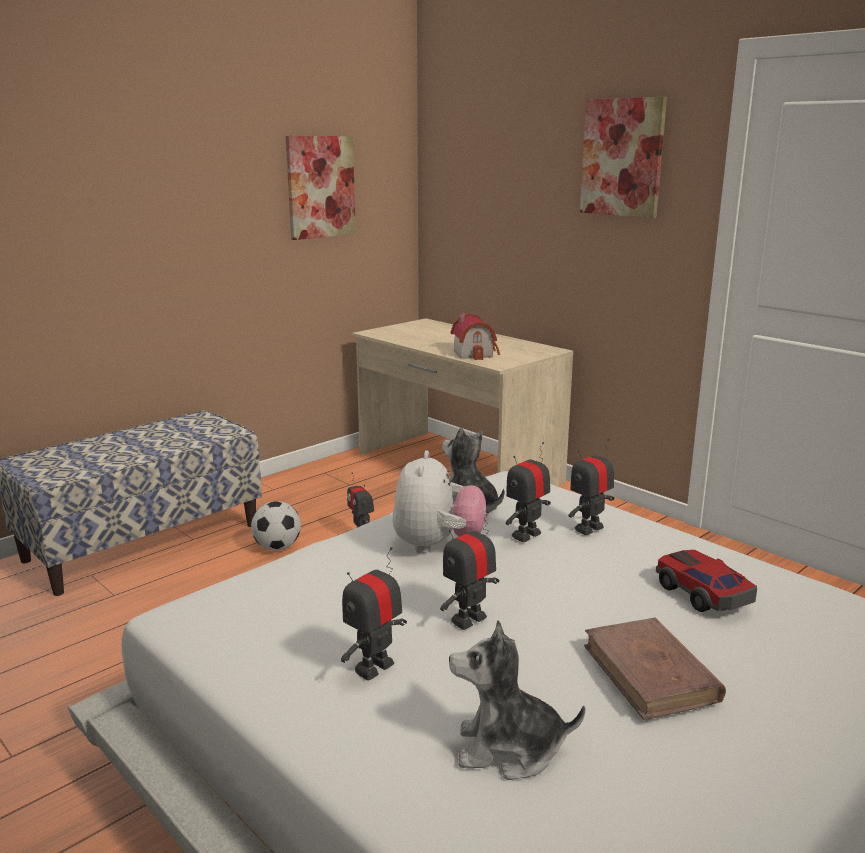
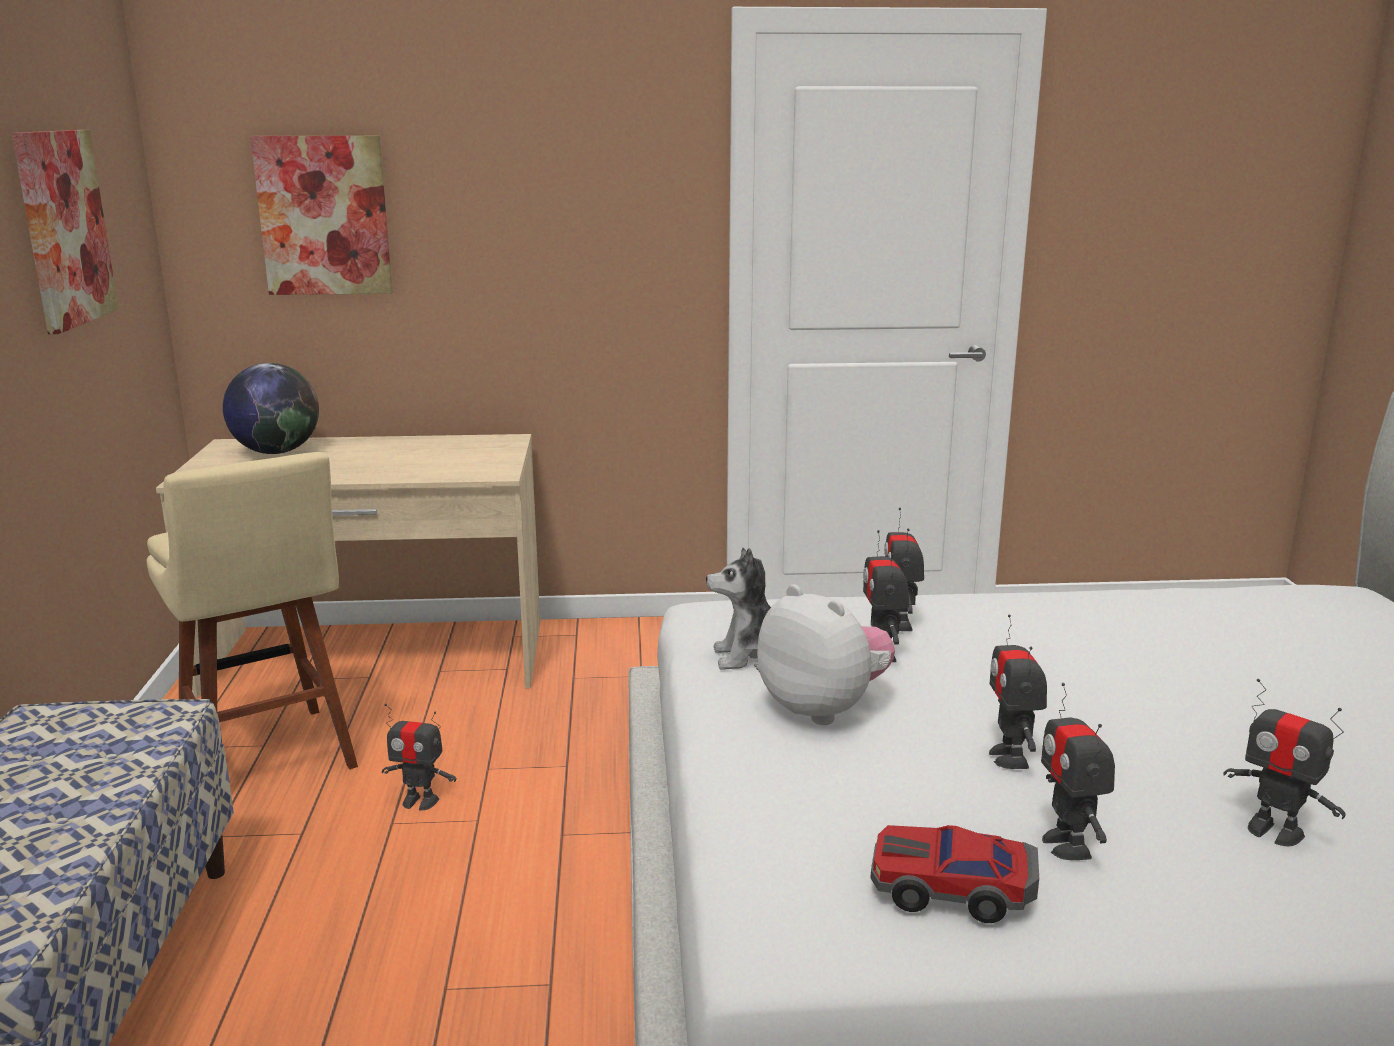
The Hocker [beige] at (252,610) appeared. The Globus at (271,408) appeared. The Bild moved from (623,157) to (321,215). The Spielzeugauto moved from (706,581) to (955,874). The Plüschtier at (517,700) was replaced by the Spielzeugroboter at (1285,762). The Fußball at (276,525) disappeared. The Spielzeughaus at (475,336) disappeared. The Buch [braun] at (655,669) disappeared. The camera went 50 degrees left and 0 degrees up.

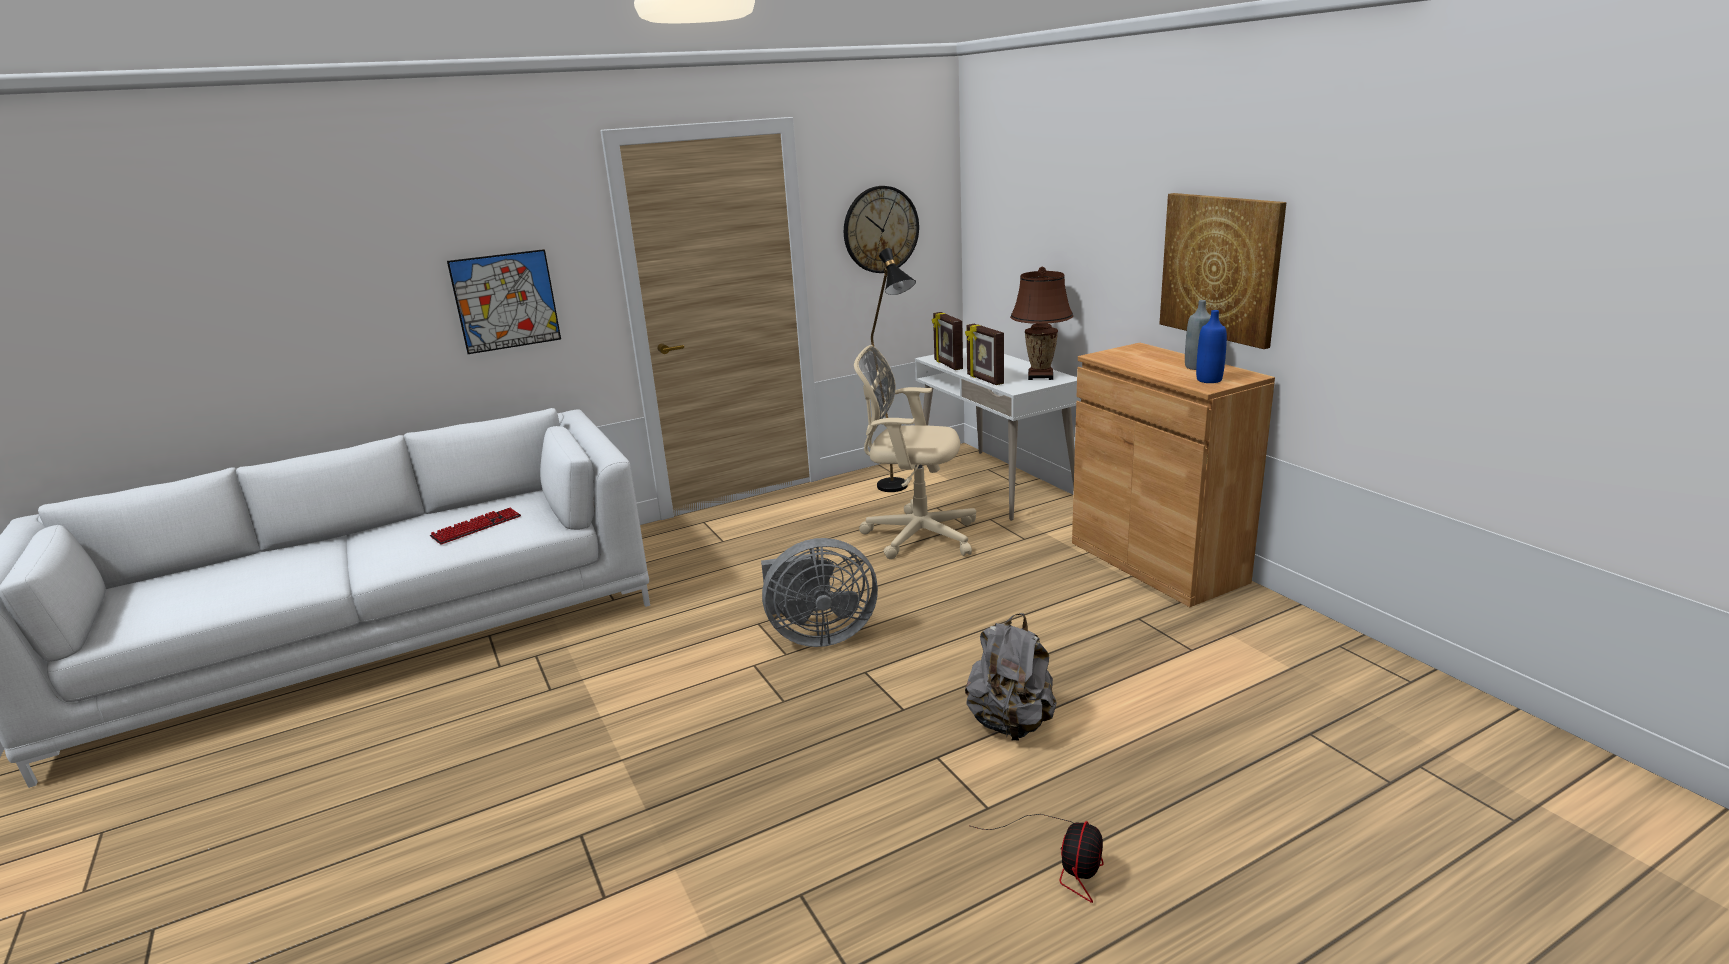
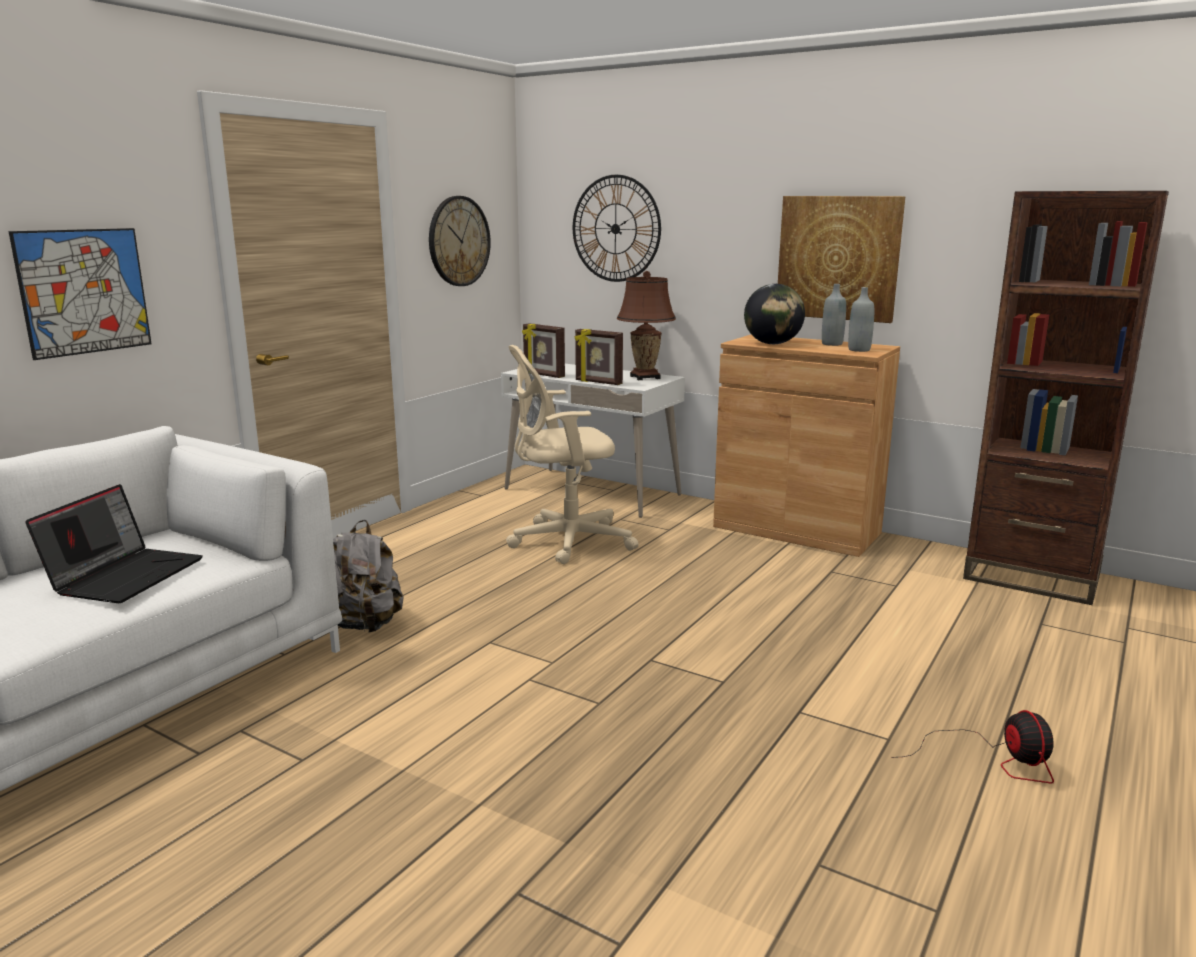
The Tastatur at (475,526) was replaced by the Laptop at (114,543). The Rucksack [grau] moved from (1010,677) to (368,576). The Wanduhr at (617,228) appeared. The Globus at (774,314) appeared. The Flasche [blau] at (1211,346) became the Flasche [grau] at (861,319). The Bücherregal [braun] at (1066,398) appeared. The Ventilator [grau] at (819,592) disappeared. The Stehlampe [schwarz] at (893,370) disappeared. The camera went 30 degrees left and 5 degrees down.

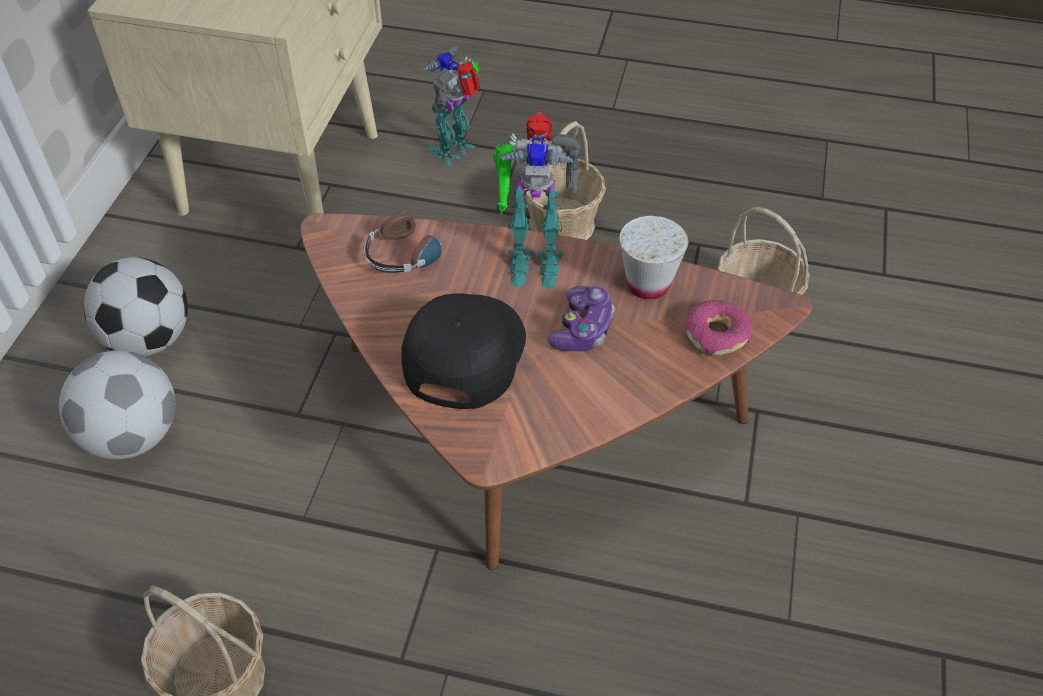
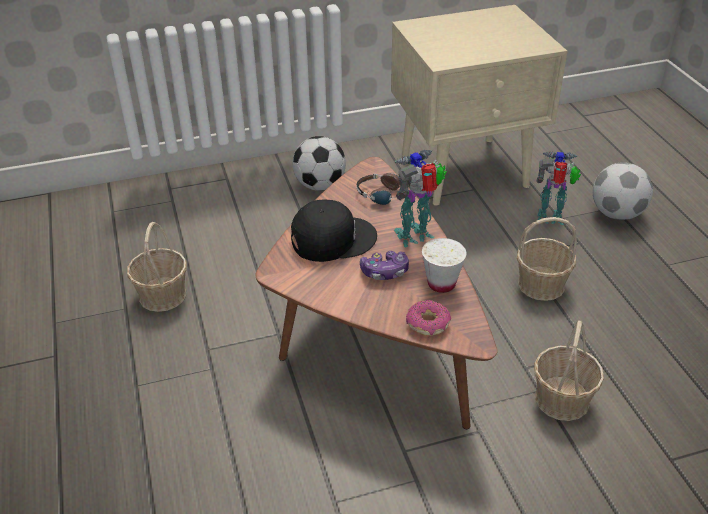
The Spielzeugroboter at (537,199) turned 90 degrees clockwise. The Fußball moved from (117,404) to (623,191). The camera went 60 degrees right and 10 degrees down.

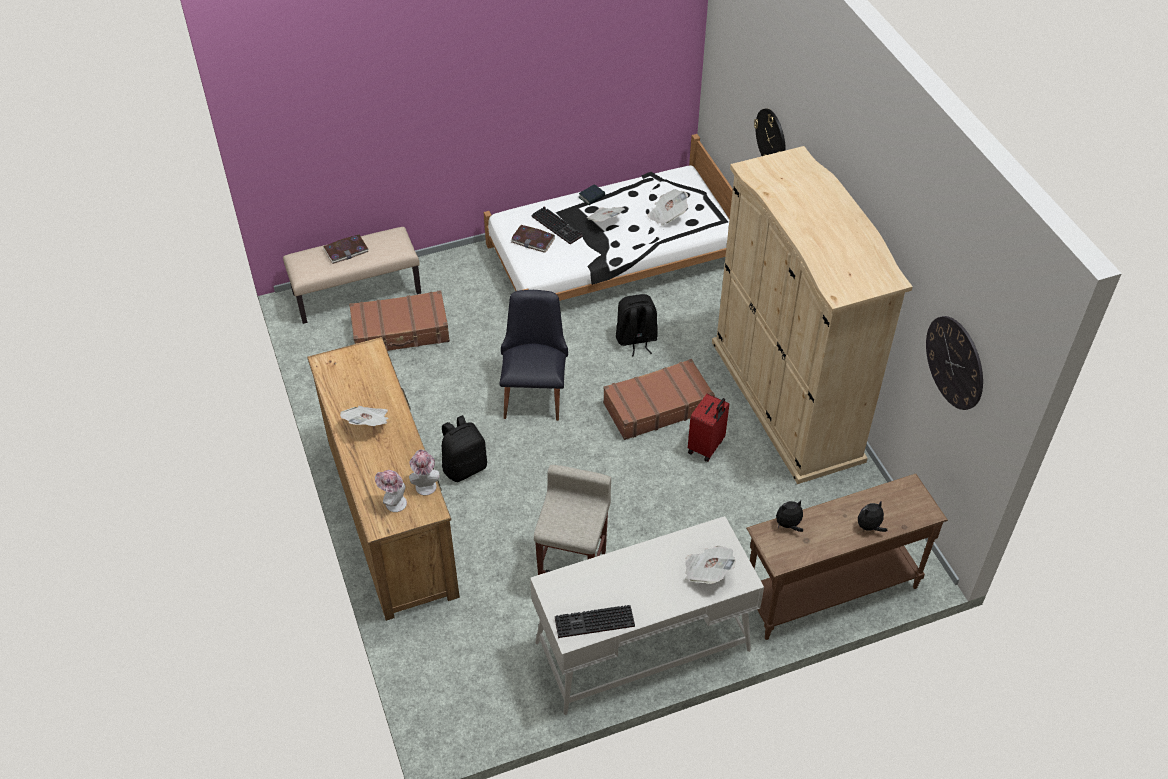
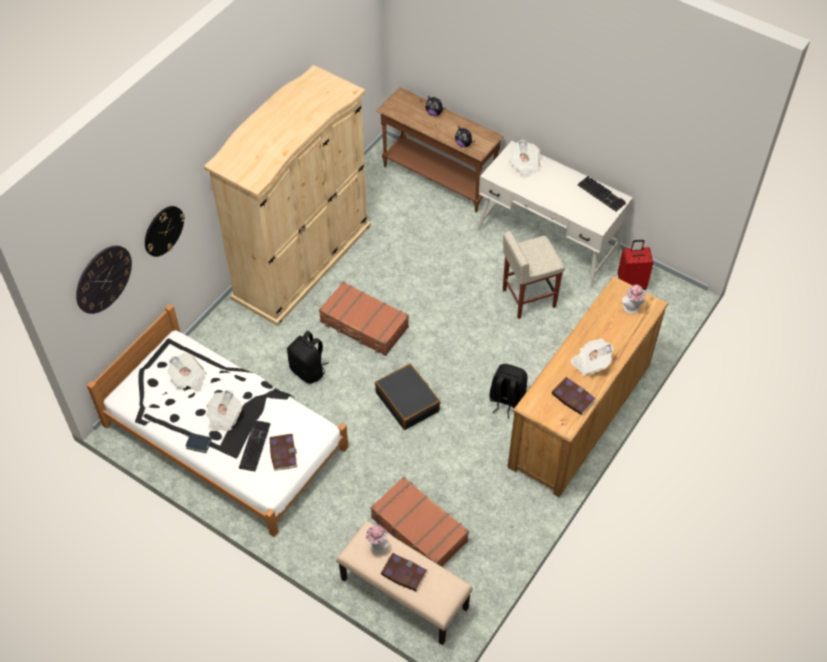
The Wanduhr moved from (954,363) to (104,280). The Hut moved from (424,472) to (377,539). The Stuhl [schwarz] at (533,355) was replaced by the Koffer [schwarz] at (408,397). The Buch at (573,396) appeared. The Koffer [rot] moved from (708,428) to (635,265). The camera went 125 degrees left and 5 degrees up.

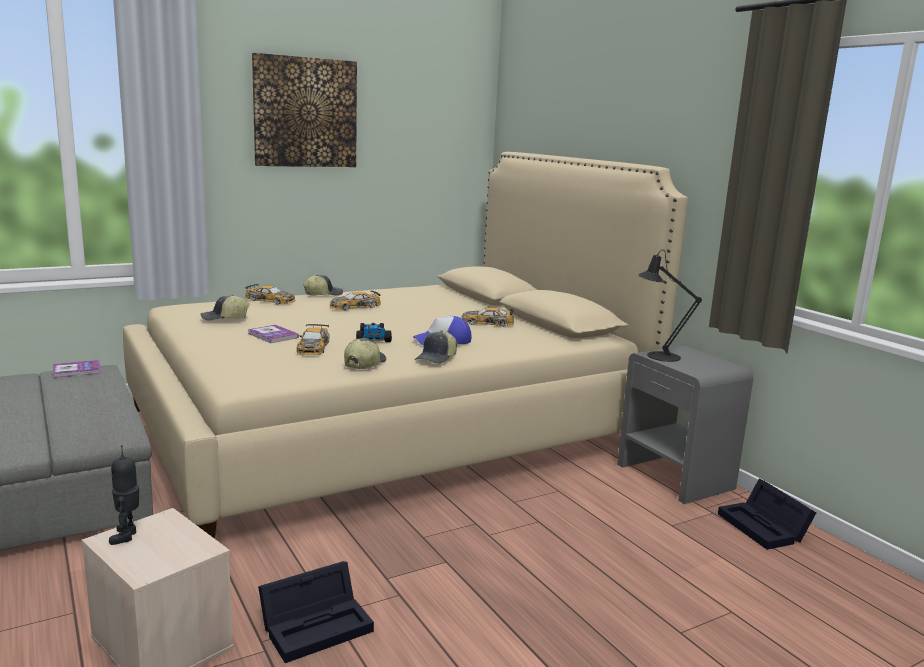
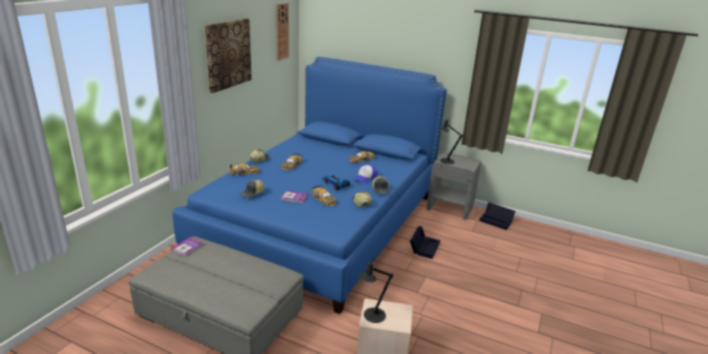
The Bett [beige] at (405,345) became the Bett [blau] at (309,185). The Wanduhr at (282,32) appeared. The Spielzeugroboter at (124,495) was replaced by the Tischlampe [schwarz] at (375,290). The Aufbewahrungsbox [schwarz] moved from (316,612) to (425,242). The camera went 35 degrees left and 10 degrees up.

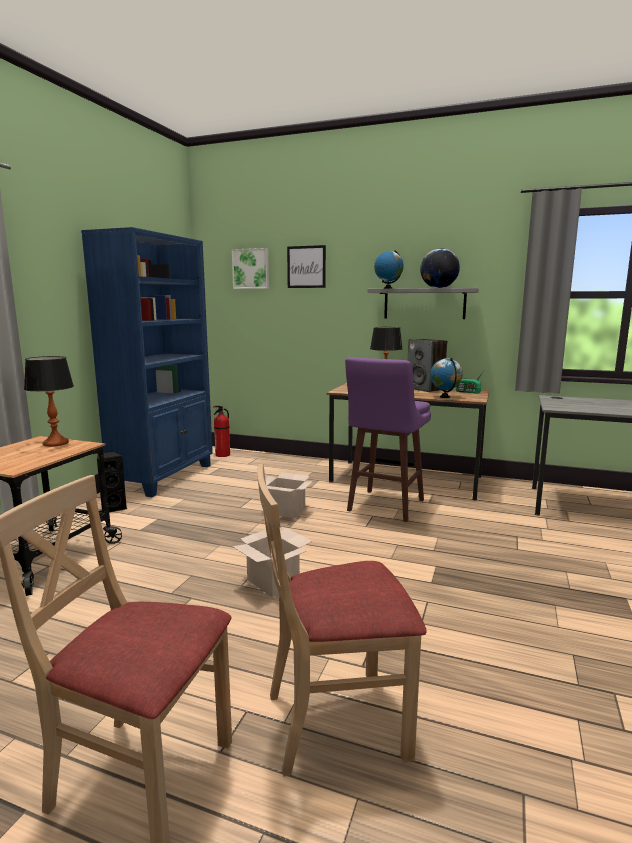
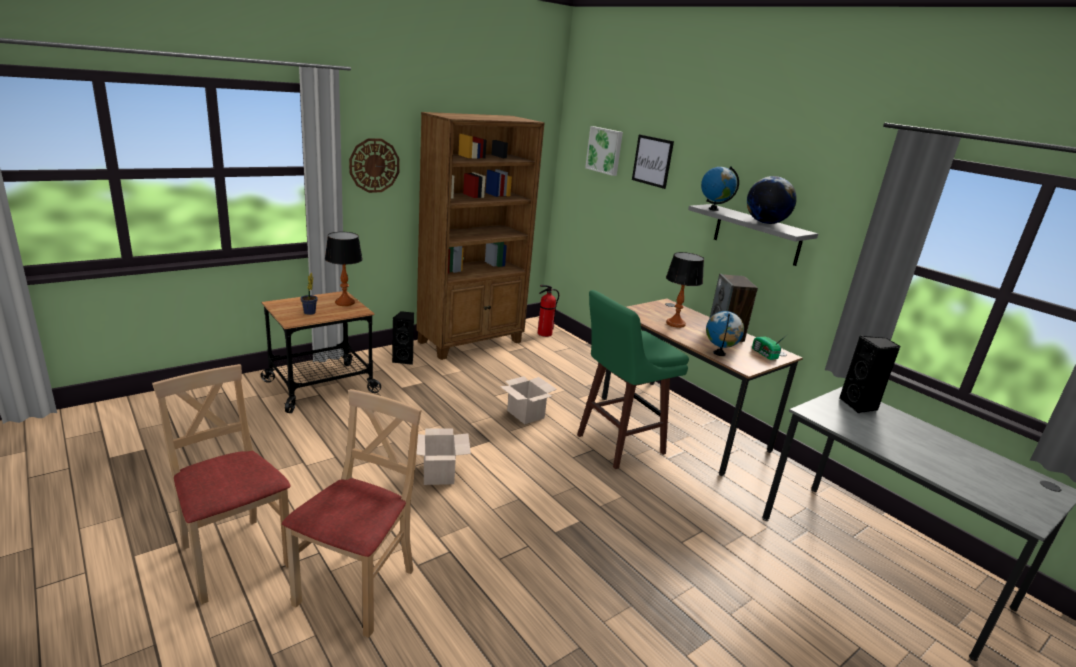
The Stuhl [beige] at (342,620) turned 90 degrees clockwise. The Topfpflanze at (309,293) appeared. The Wanduhr at (374,165) appeared. The Bücherregal [blau] at (147,362) became the Bücherregal [braun] at (480,236). The Hocker [lila] at (388,439) became the Hocker [grün] at (633,379). The Lautsprecher [schwarz] at (869,374) appeared. The camera went 30 degrees right and 10 degrees up.

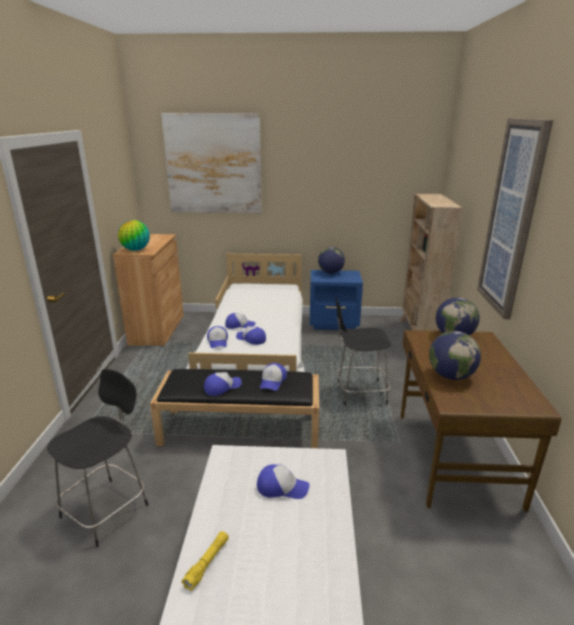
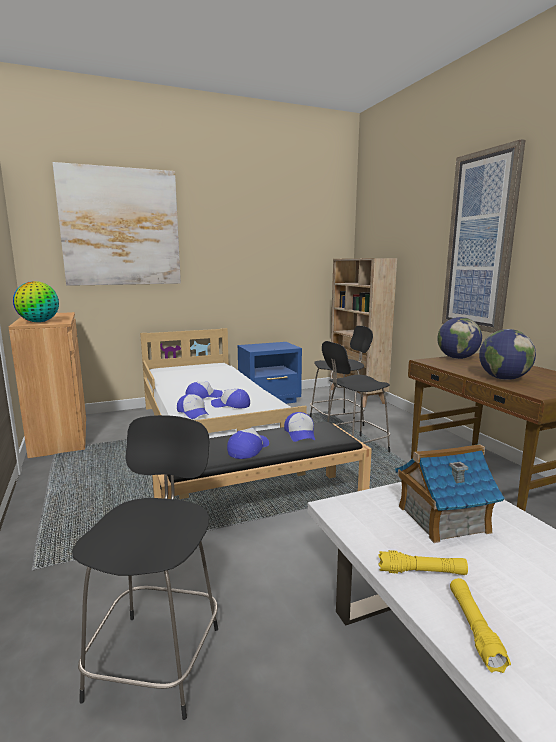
The Hocker [schwarz] at (341,376) appeared. The Taschenlampe [gelb] at (423,562) appeared. The Kappe at (283,481) was replaced by the Spielzeughaus at (450,493). The Globus at (331,260) disappeared. The camera went 25 degrees left and 10 degrees down.

